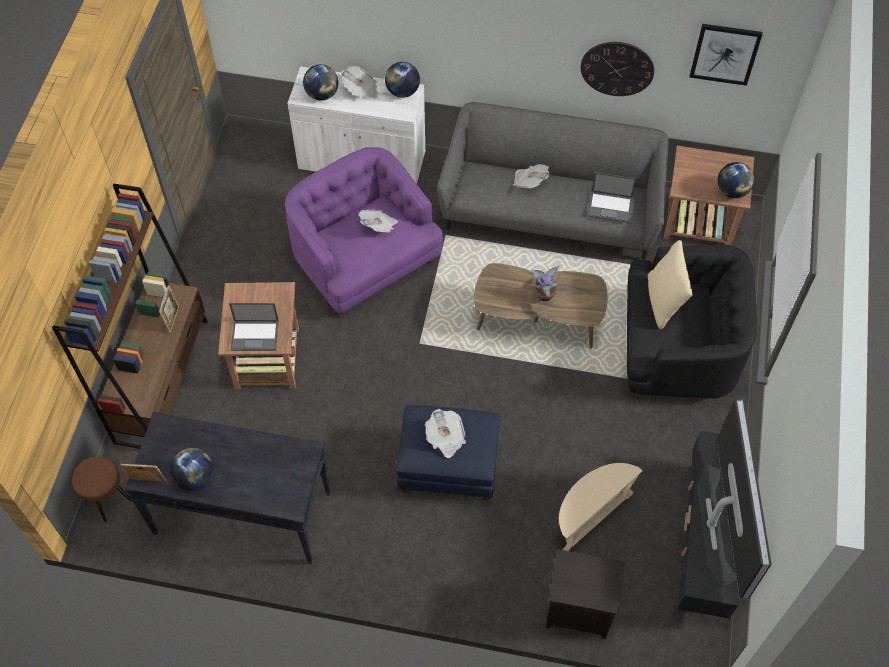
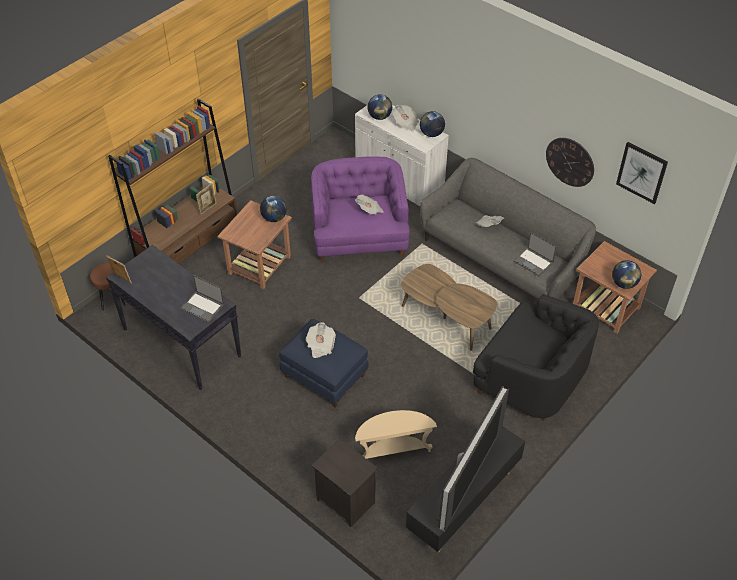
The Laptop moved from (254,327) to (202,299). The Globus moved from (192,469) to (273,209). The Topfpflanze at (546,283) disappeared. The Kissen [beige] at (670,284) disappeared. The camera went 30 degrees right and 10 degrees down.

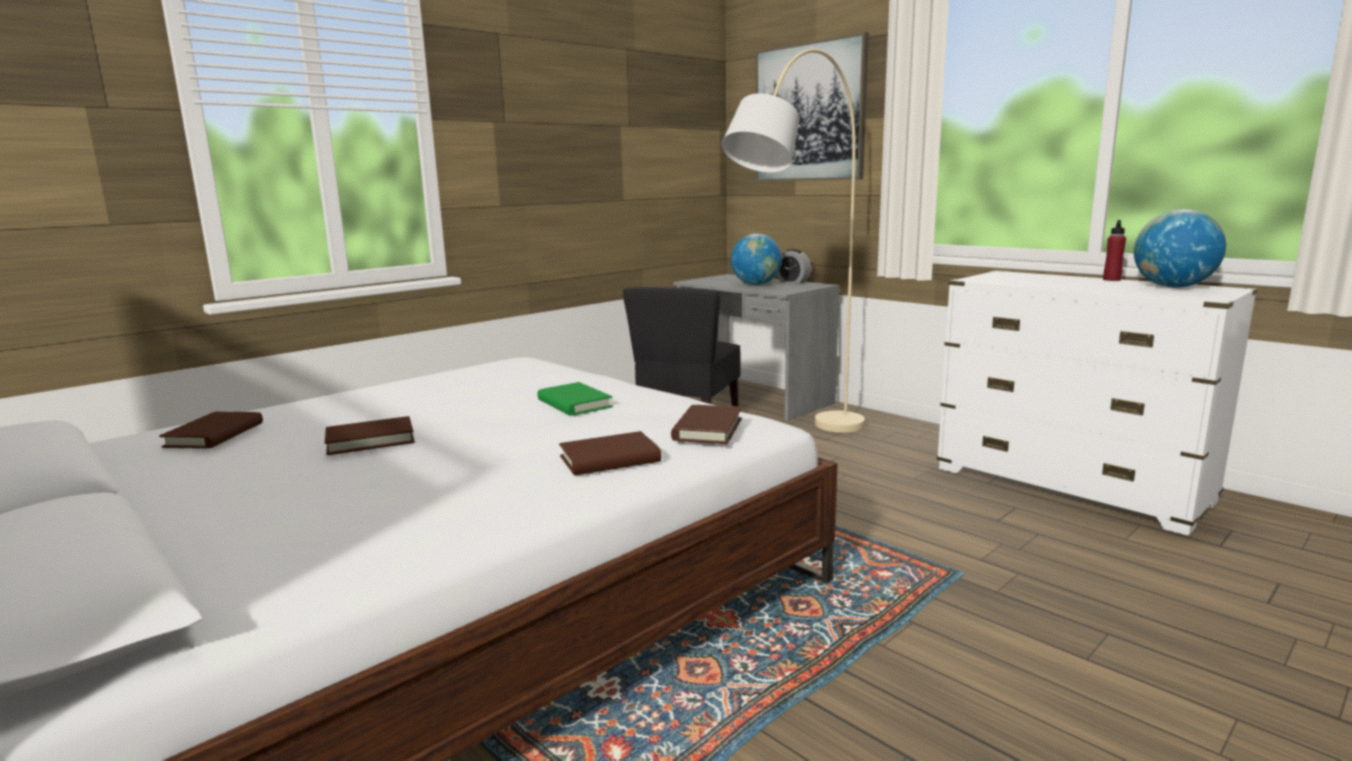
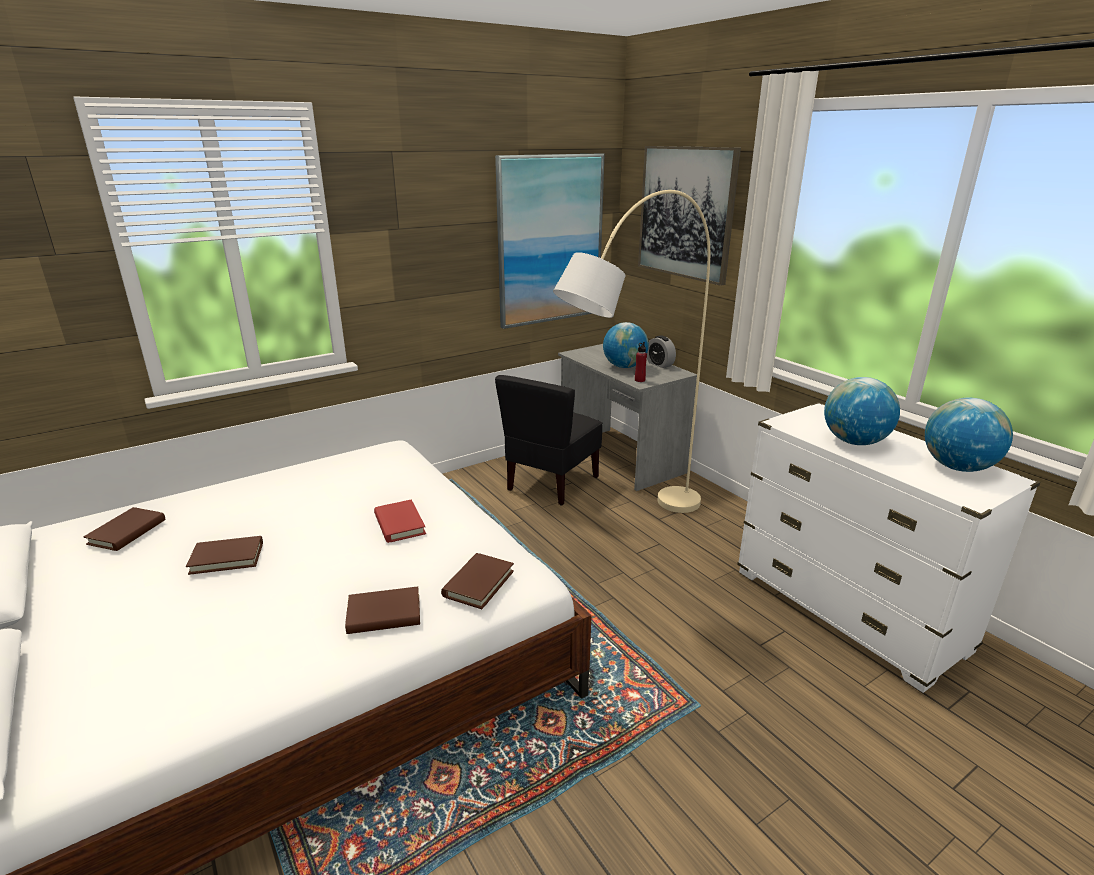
The Buch [grün] at (575,399) became the Buch [rot] at (400,521). The Bild at (550,241) appeared. The Flasche [rot] moved from (1114,250) to (641,362). The Globus at (862,411) appeared. The camera went 10 degrees right and 10 degrees up.

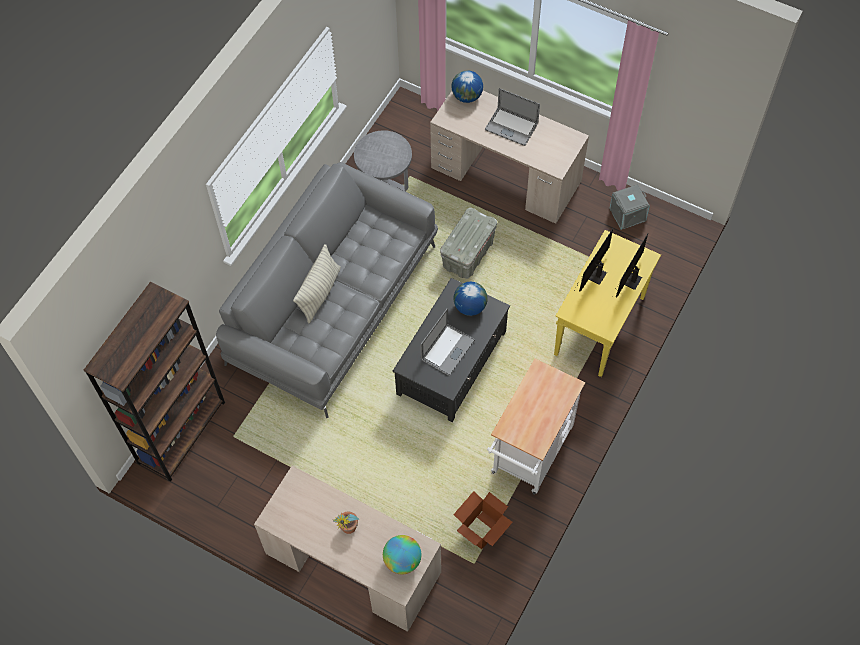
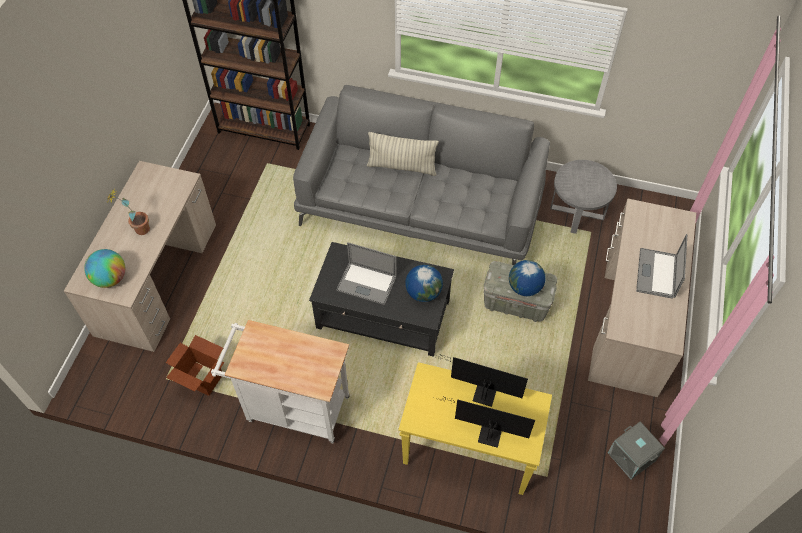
The Globus moved from (467,86) to (527,278). The camera went 75 degrees right and 5 degrees down.

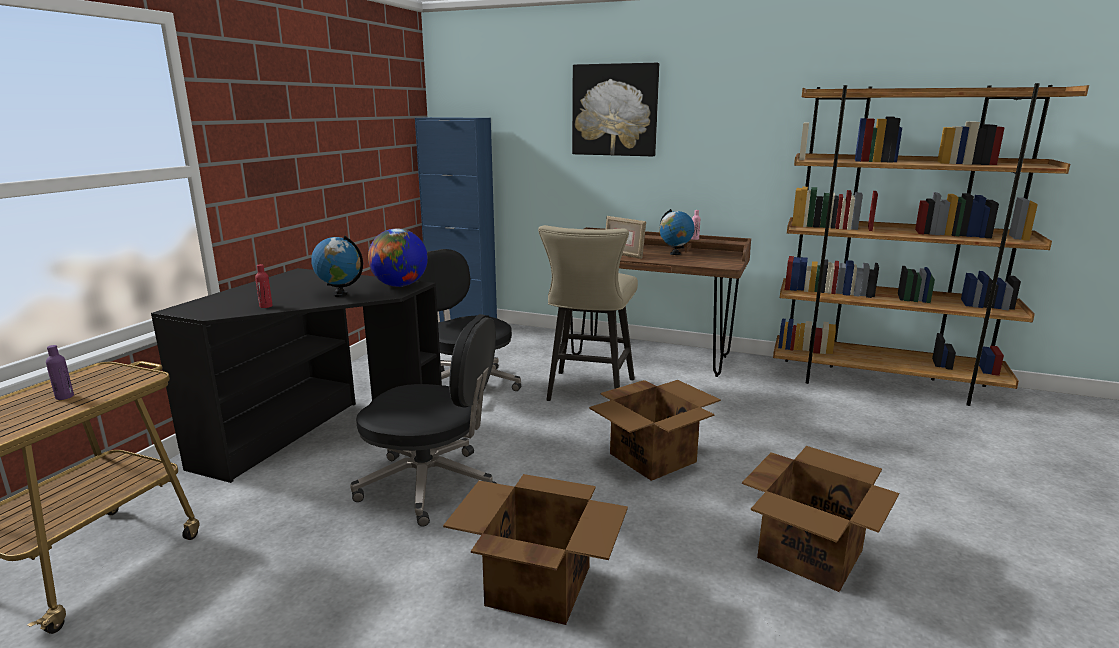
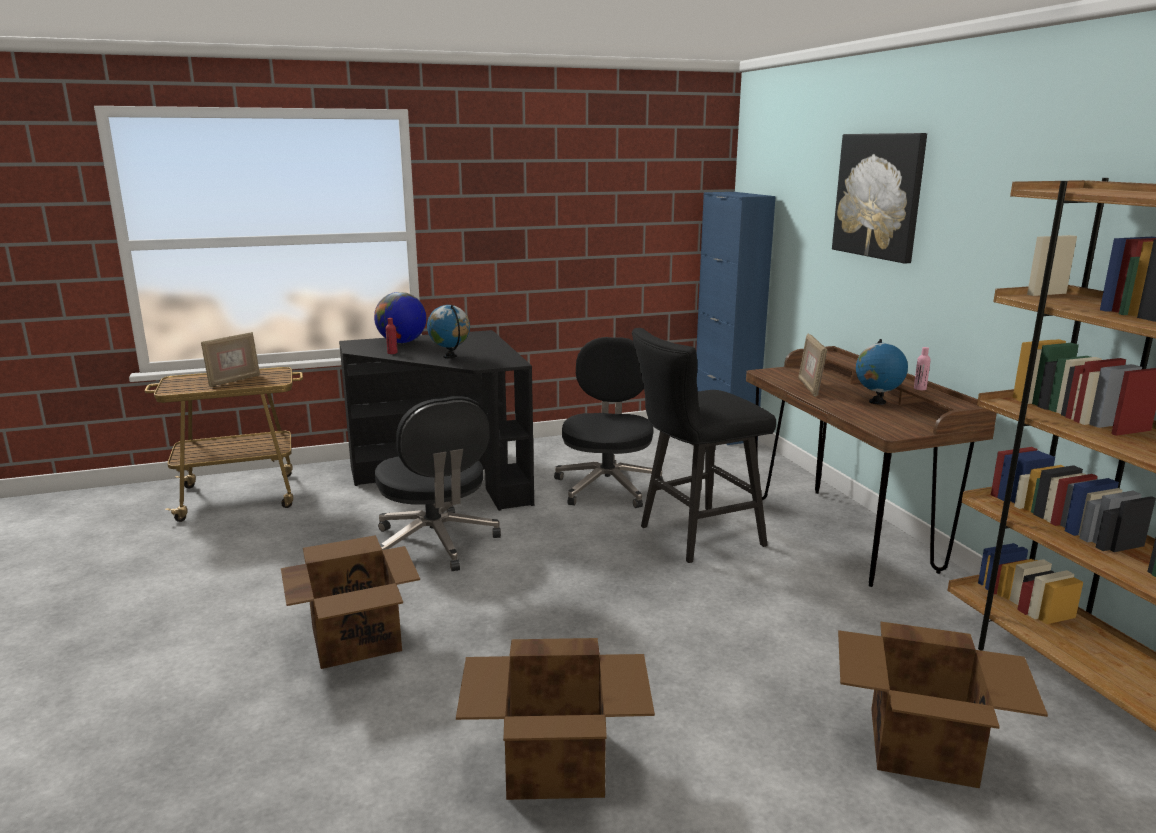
The Flasche [lila] at (60,372) was replaced by the Bilderrahmen at (230,359). The Globus moved from (398,258) to (400,317). The Hocker [beige] at (588,313) became the Hocker [schwarz] at (704,445). The Karton moved from (655,430) to (943,705). The camera went 50 degrees right and 0 degrees up.

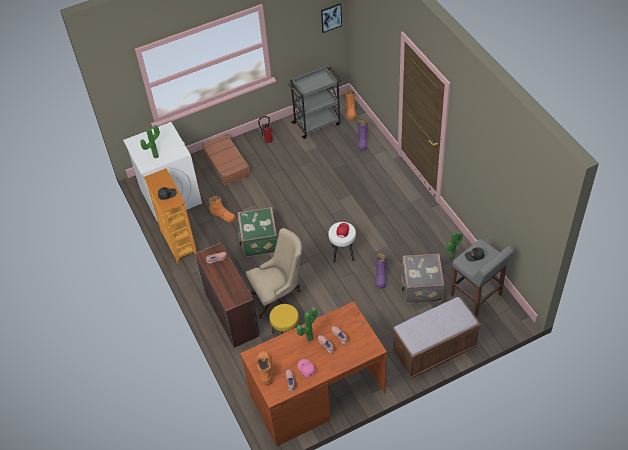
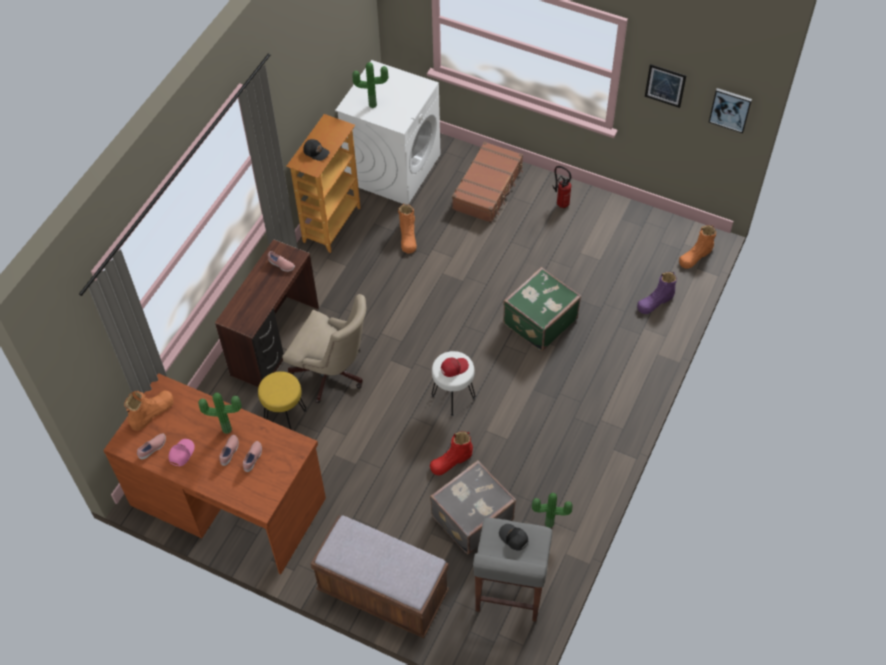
The Stiefel [lila] at (381,270) became the Stiefel [rot] at (451,453). The Koffer [grün] moved from (257,232) to (542,309). The Bild at (665,86) appeared. The Rollwagen [grau] at (314,102) disappeared. The camera went 50 degrees right and 5 degrees up.

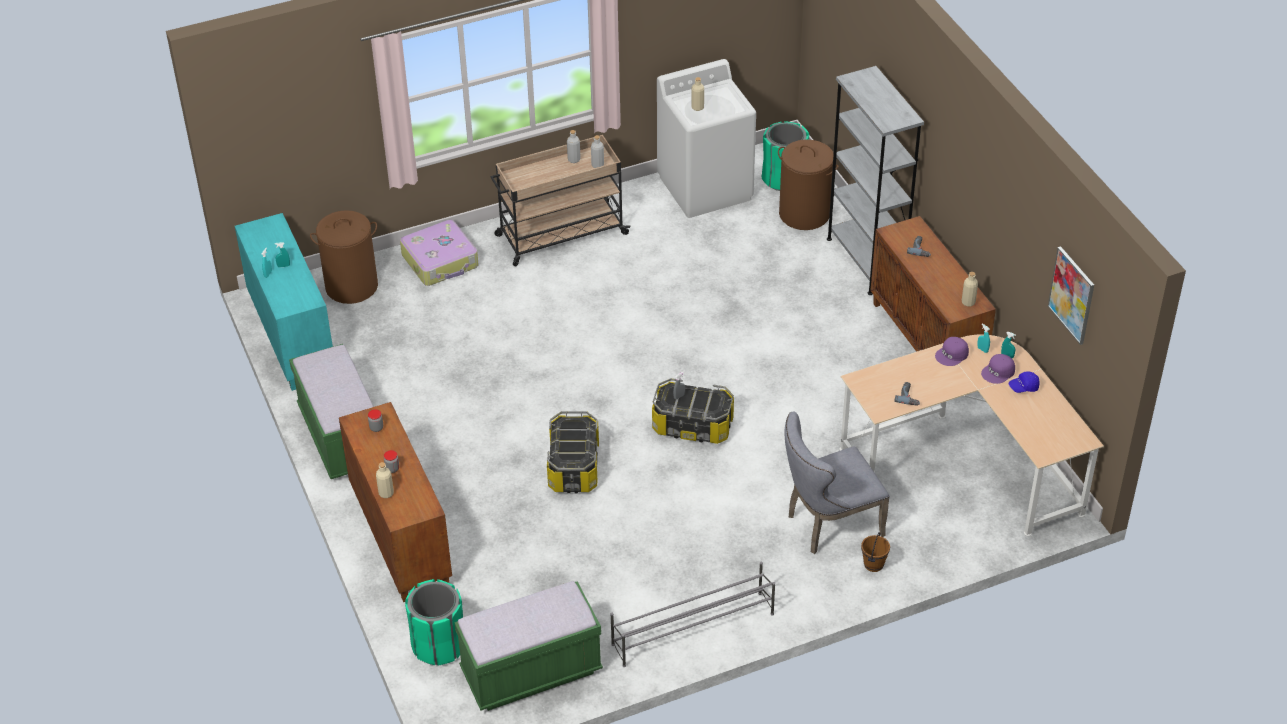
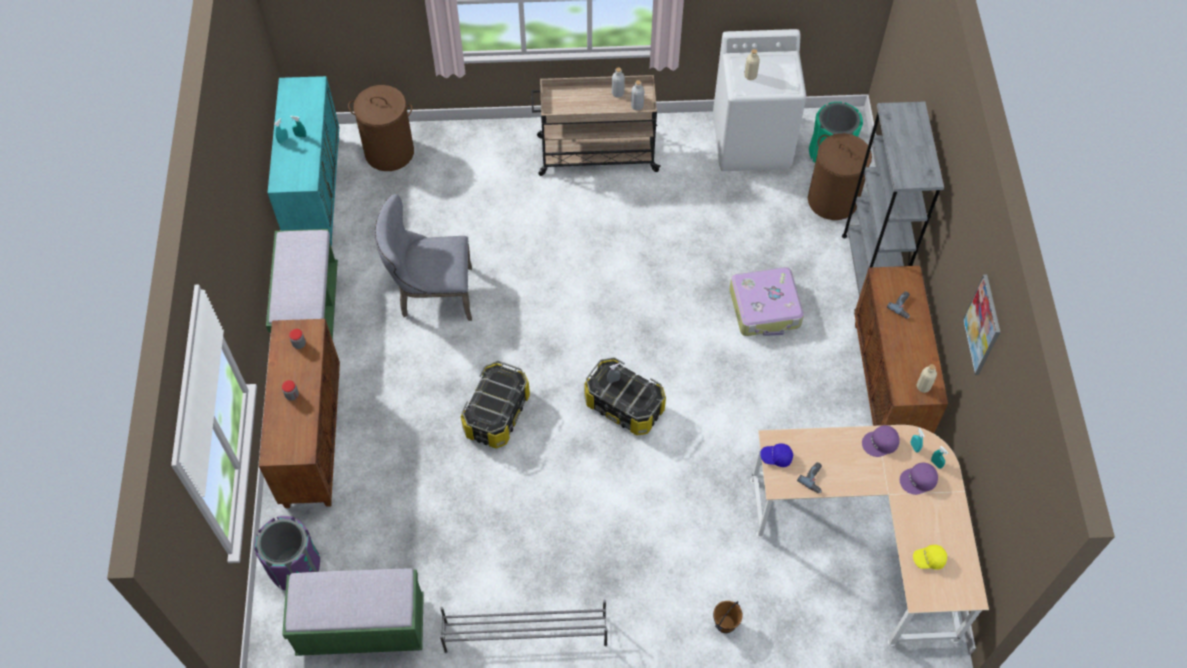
The Mülleimer [grün] at (434,622) became the Mülleimer [lila] at (287,553). The Stuhl [grau] moved from (837,482) to (423,257). The Koffer moved from (439,253) to (766,301). The Kappe [blau] moved from (1024,382) to (776,455). The Kappe [gelb] at (930,557) appeared. The Bild moved from (1071,295) to (981,324). The Flasche [beige] at (385,480) disappeared. The camera went 20 degrees right and 15 degrees up.

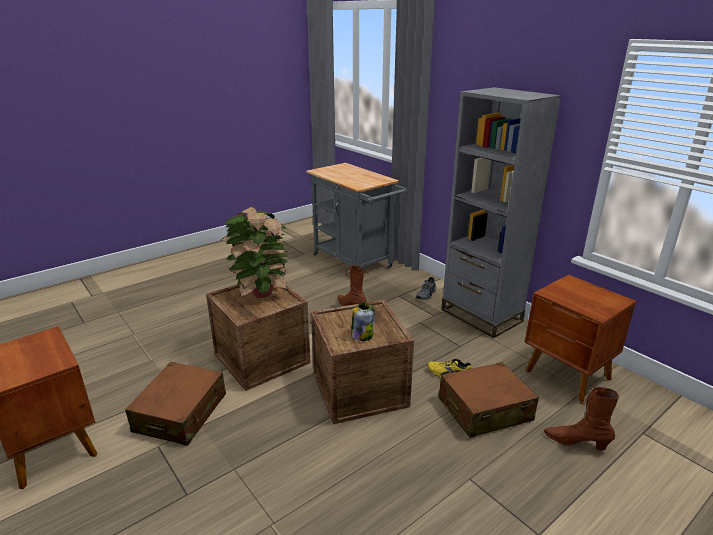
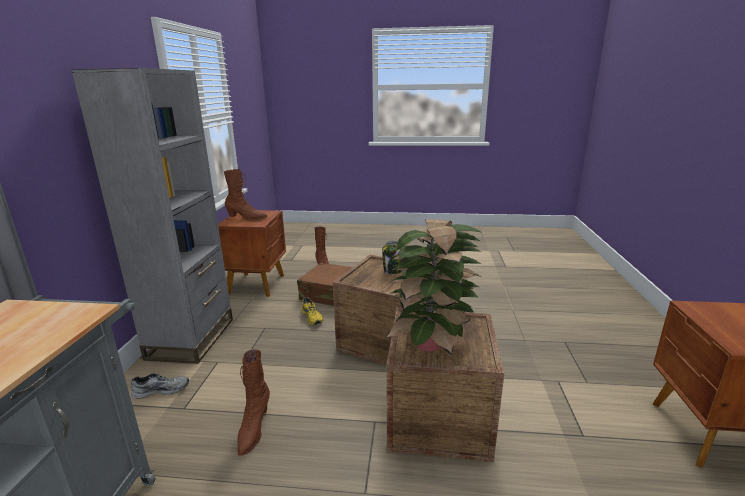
The Stiefel [braun] at (245,195) appeared. The Koffer [braun] at (175,404) disappeared. The camera went 135 degrees left and 5 degrees down.

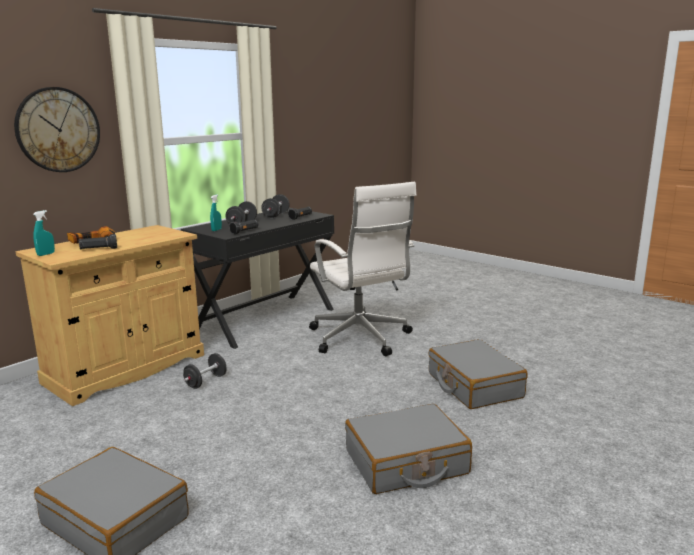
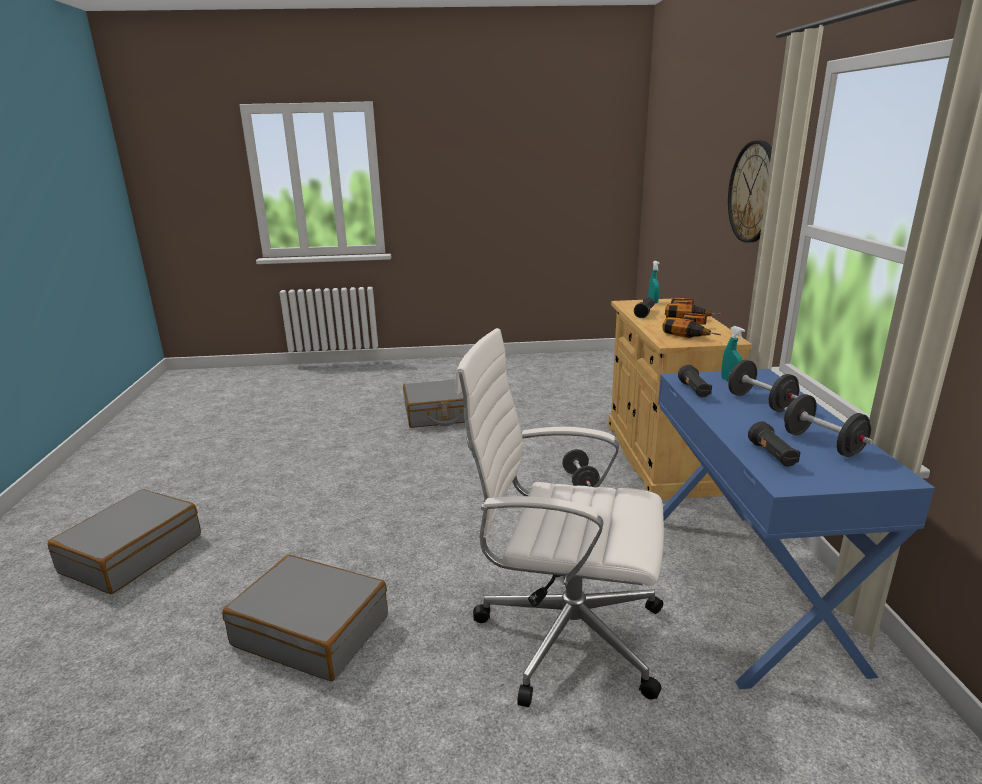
The Koffer [grau] moved from (408,449) to (124,541). The Schreibtisch [schwarz] at (257,278) became the Schreibtisch [blau] at (796,529). The Bohrmaschine at (692,325) appeared. The camera went 135 degrees right and 5 degrees up.

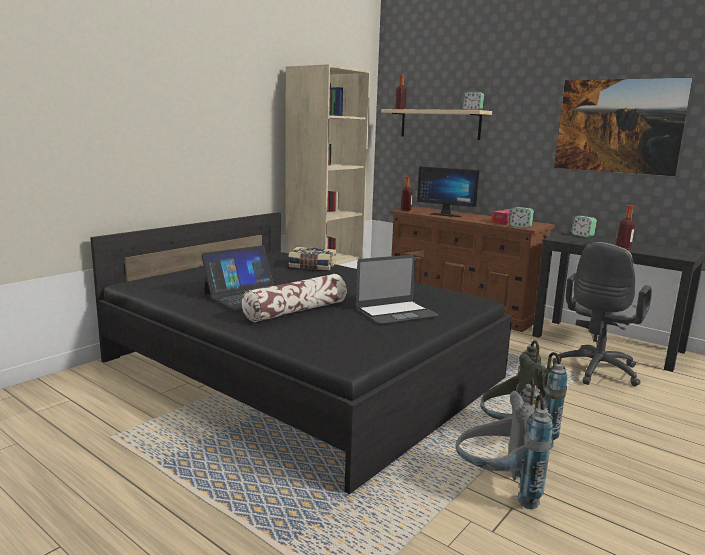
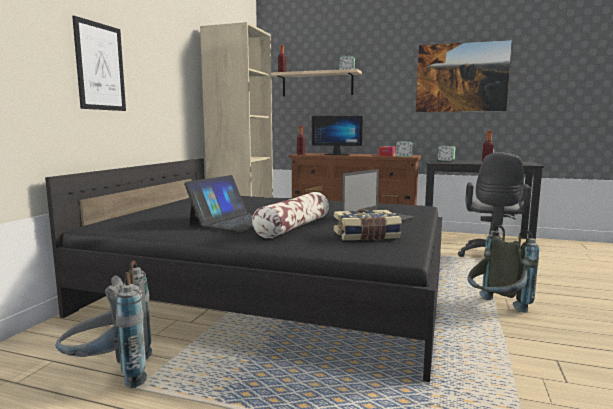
The Rucksack [grau] moved from (504,444) to (104,324). The Bild at (99,63) appeared. The Buch moved from (312,258) to (368,225). The camera went 20 degrees left and 5 degrees down.

